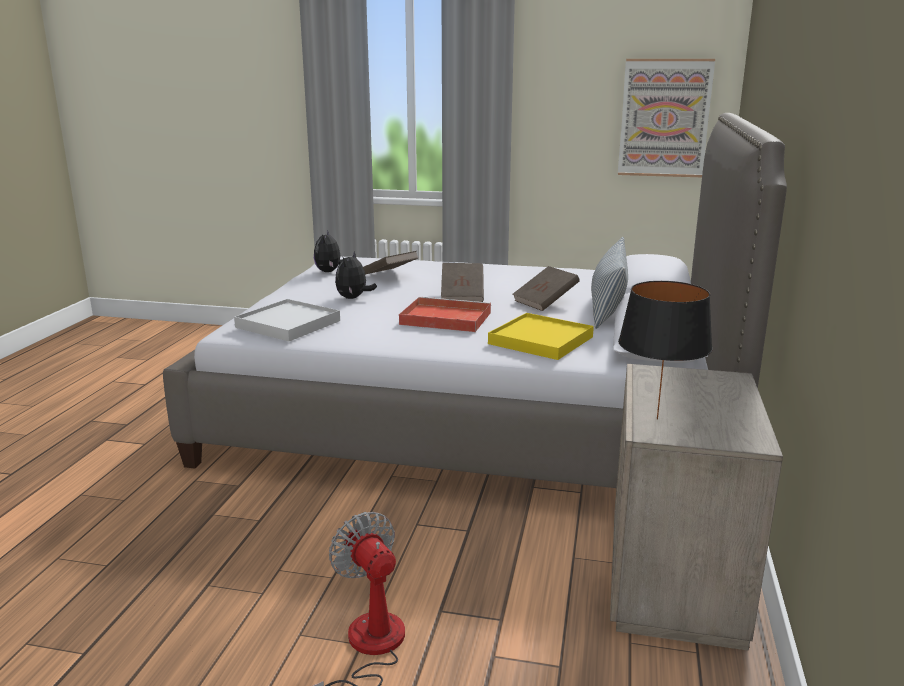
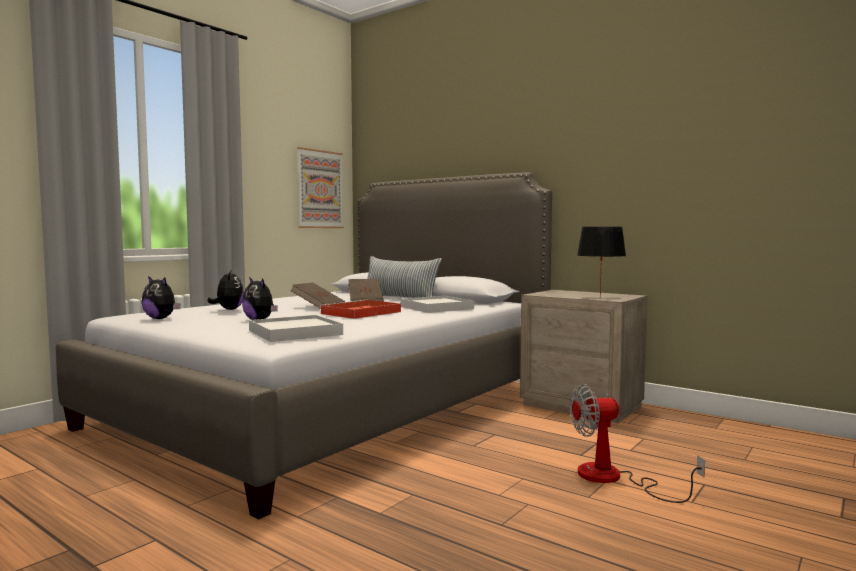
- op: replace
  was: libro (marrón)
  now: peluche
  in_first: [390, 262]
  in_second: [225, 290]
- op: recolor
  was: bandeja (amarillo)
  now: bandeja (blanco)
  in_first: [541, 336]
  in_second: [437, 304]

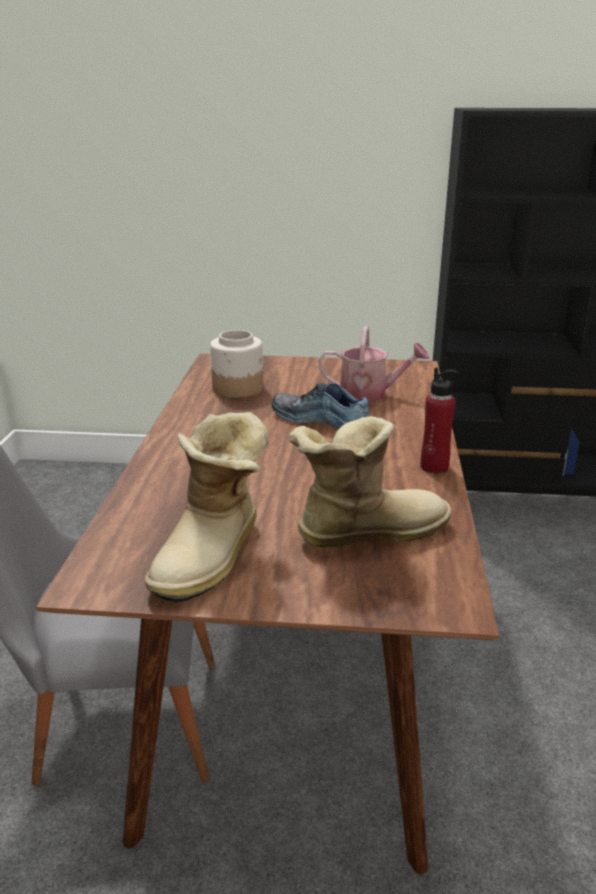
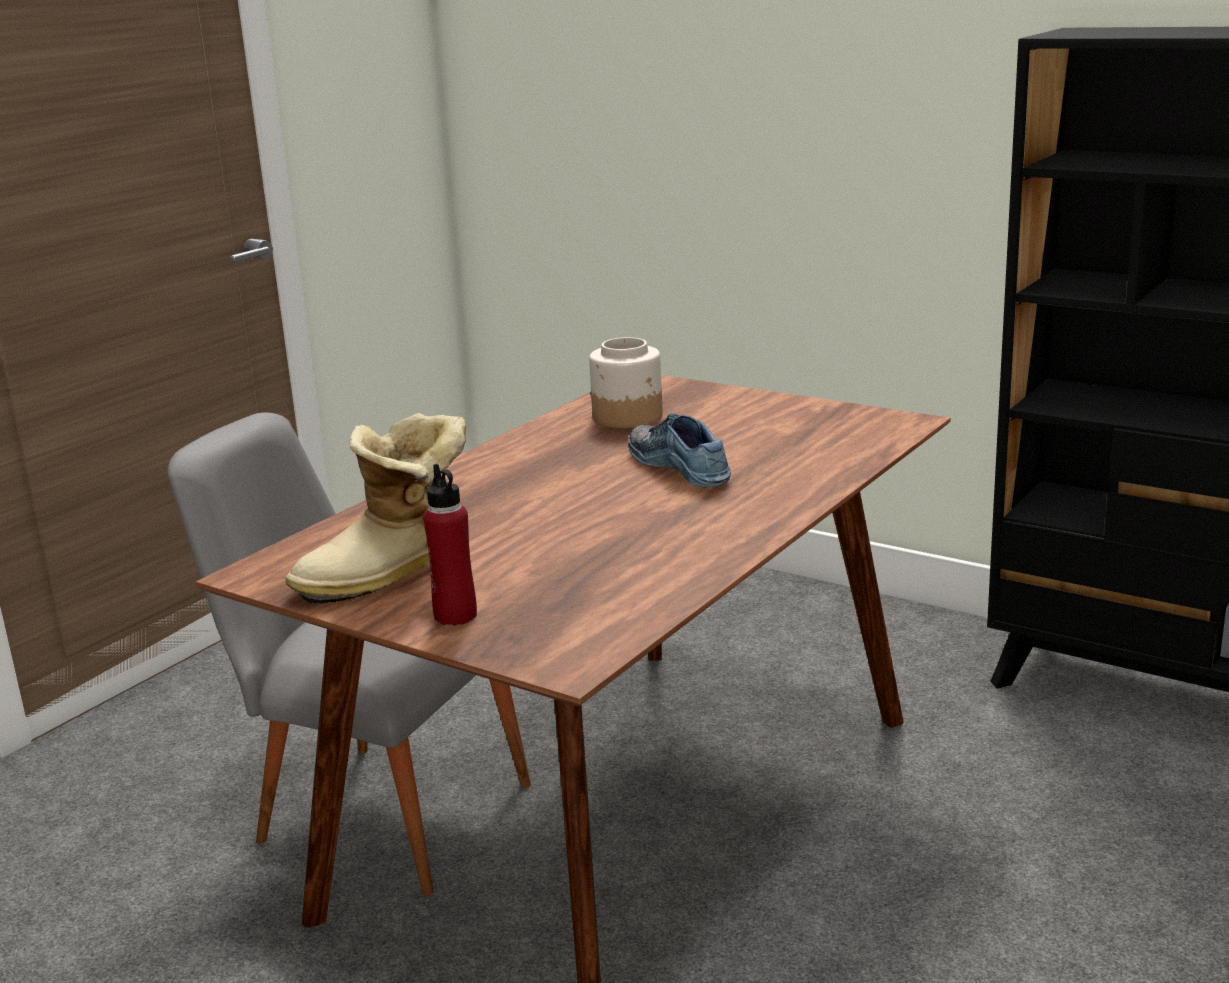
- op: delete
  was: regadera
  in_first: [374, 364]
- op: move
  was: botella (rojo)
  in_first: [439, 420]
  in_second: [450, 545]
- op: delete
  was: bota
  in_first: [370, 481]

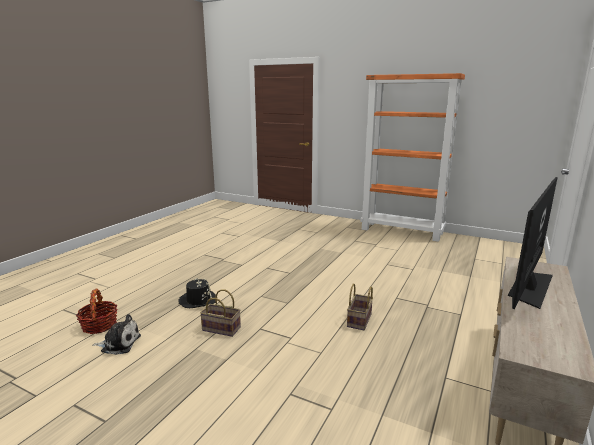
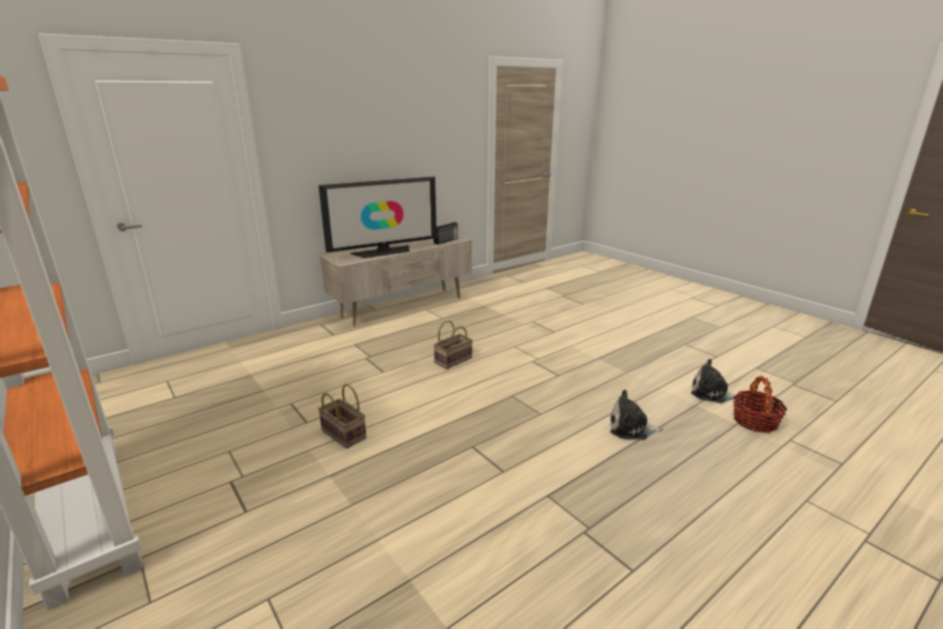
- op: replace
  was: sombrero (negro)
  now: peluche
  in_first: [197, 293]
  in_second: [636, 415]
- op: move
  was: cesta
  in_first: [220, 313]
  in_second: [342, 416]
- op: insert
  now: radio
  in_second: [446, 233]

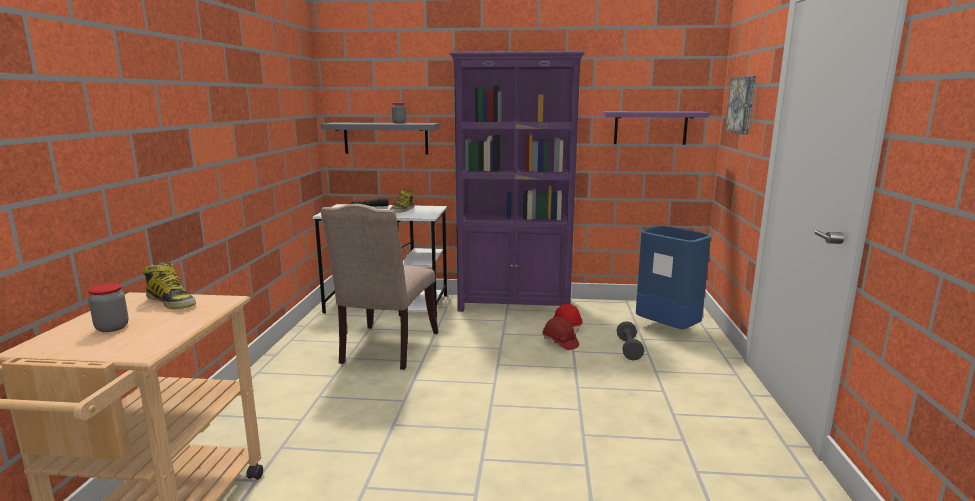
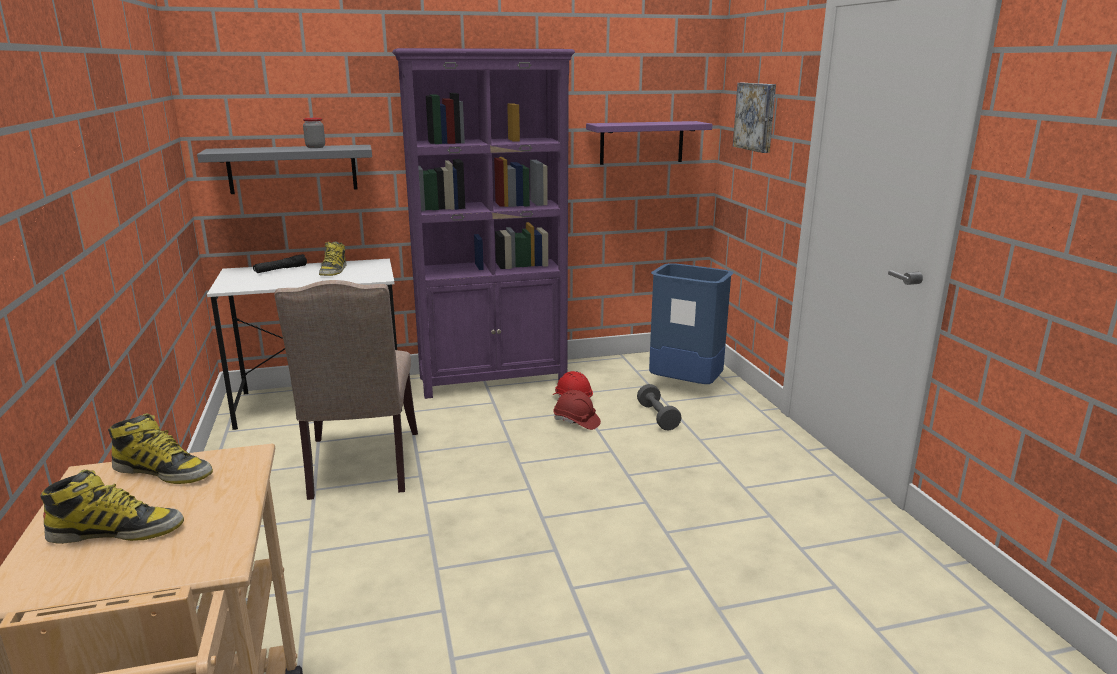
- op: replace
  was: tarro
  now: bota
  in_first: [108, 307]
  in_second: [112, 506]

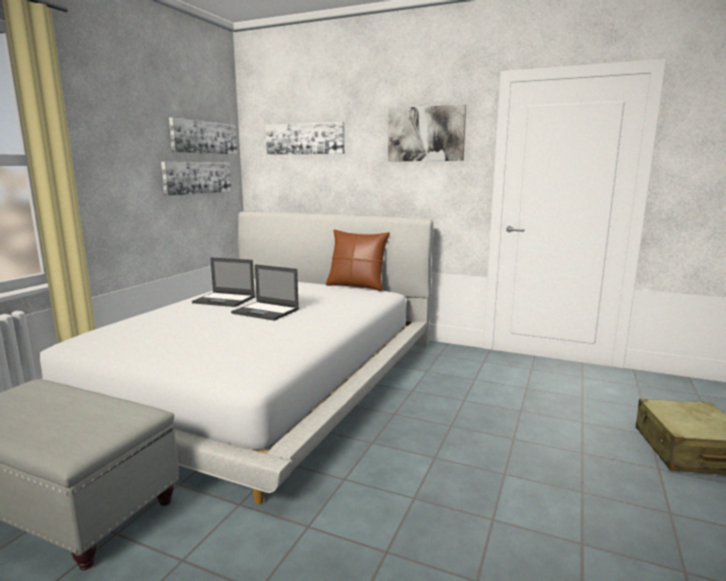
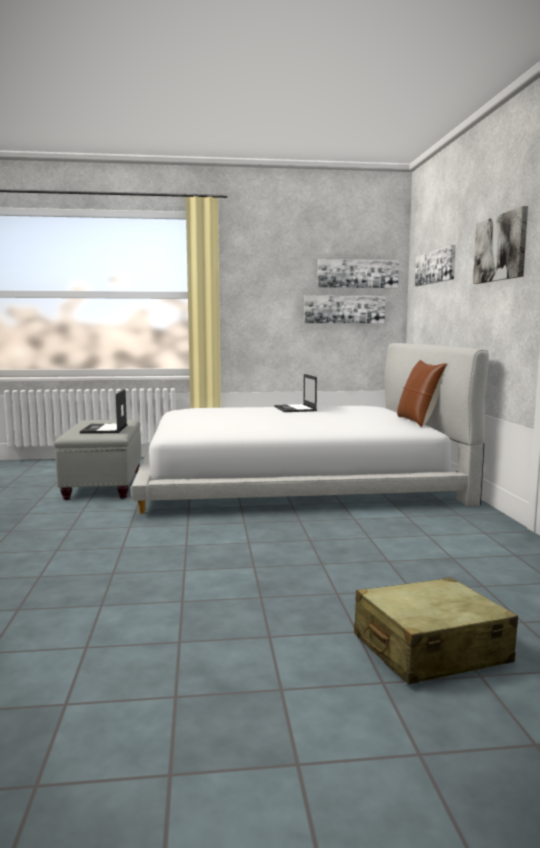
- op: move
  was: portátil
  in_first: [265, 292]
  in_second: [103, 411]

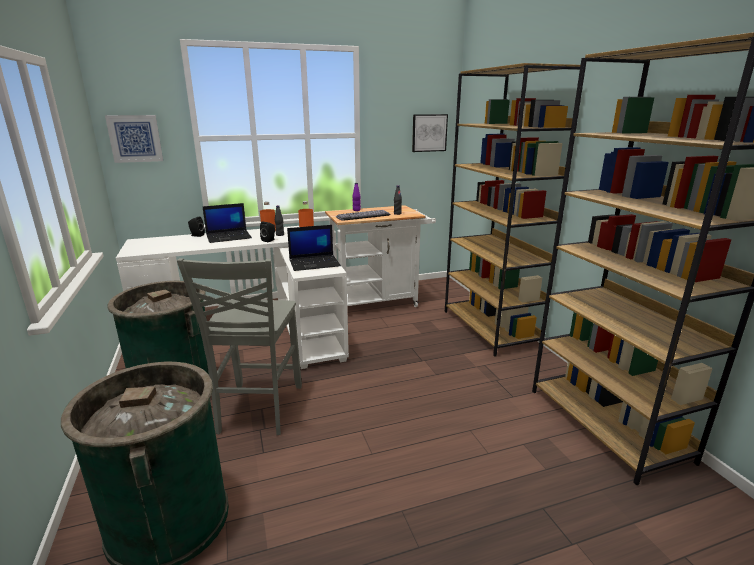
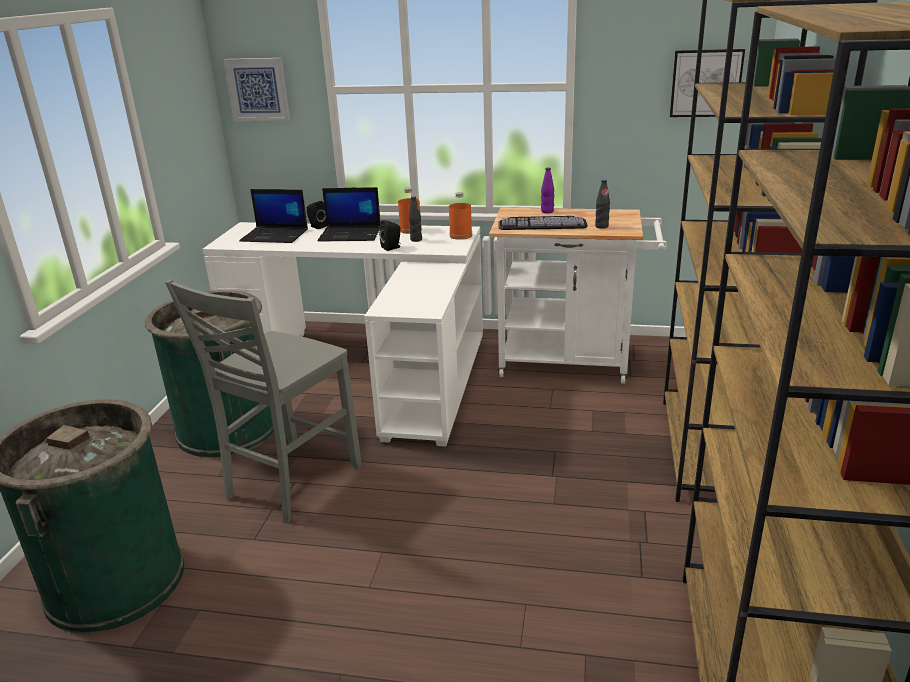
- op: move
  was: portátil
  in_first: [314, 248]
  in_second: [273, 216]

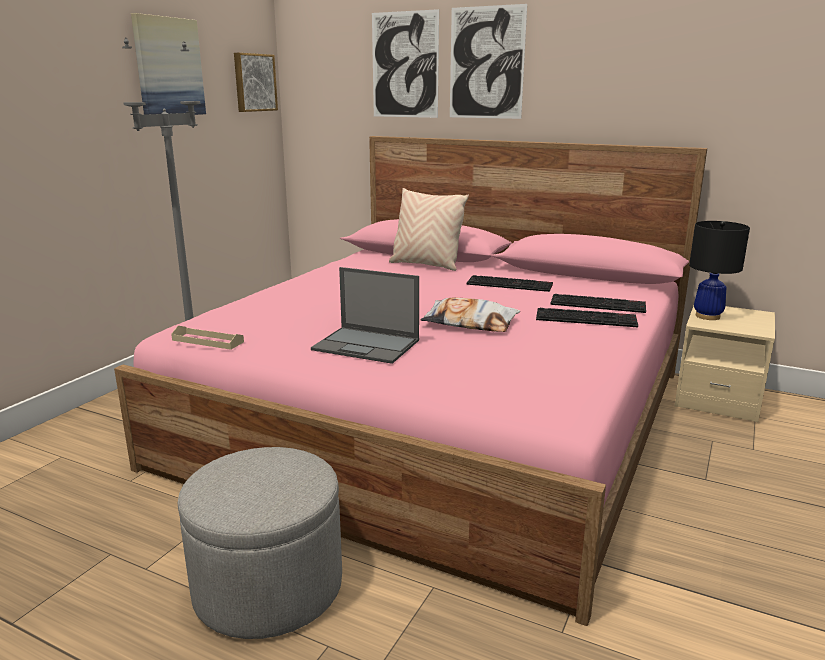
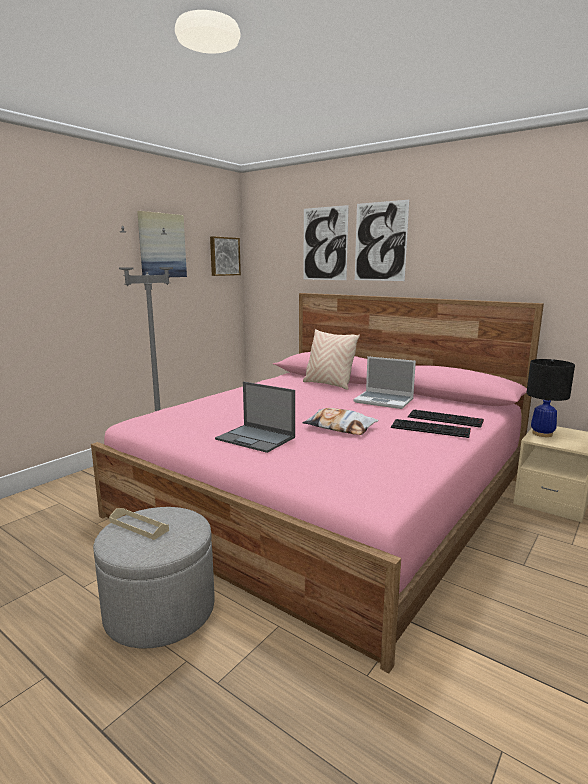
- op: replace
  was: teclado
  now: portátil
  in_first: [509, 283]
  in_second: [385, 382]
- op: move
  was: bandeja (beis)
  in_first: [207, 338]
  in_second: [139, 524]

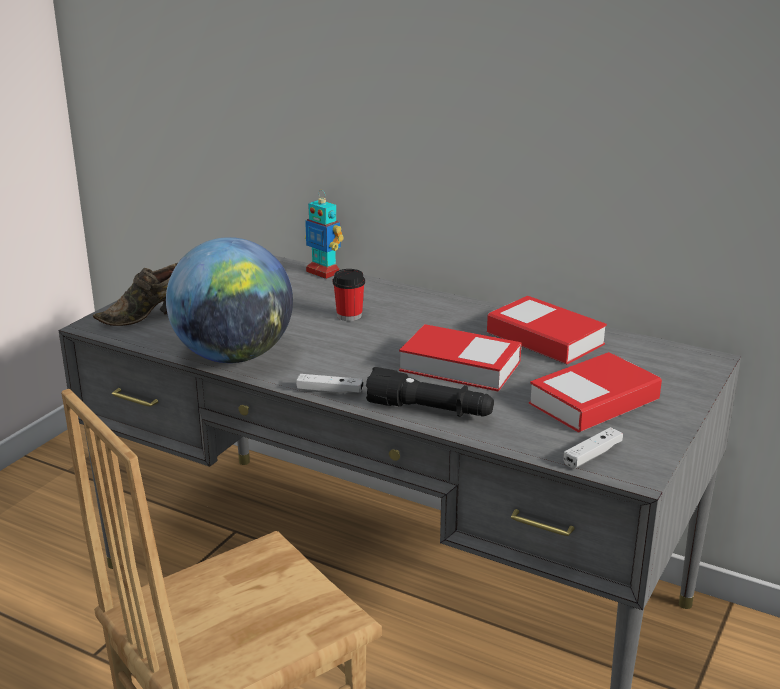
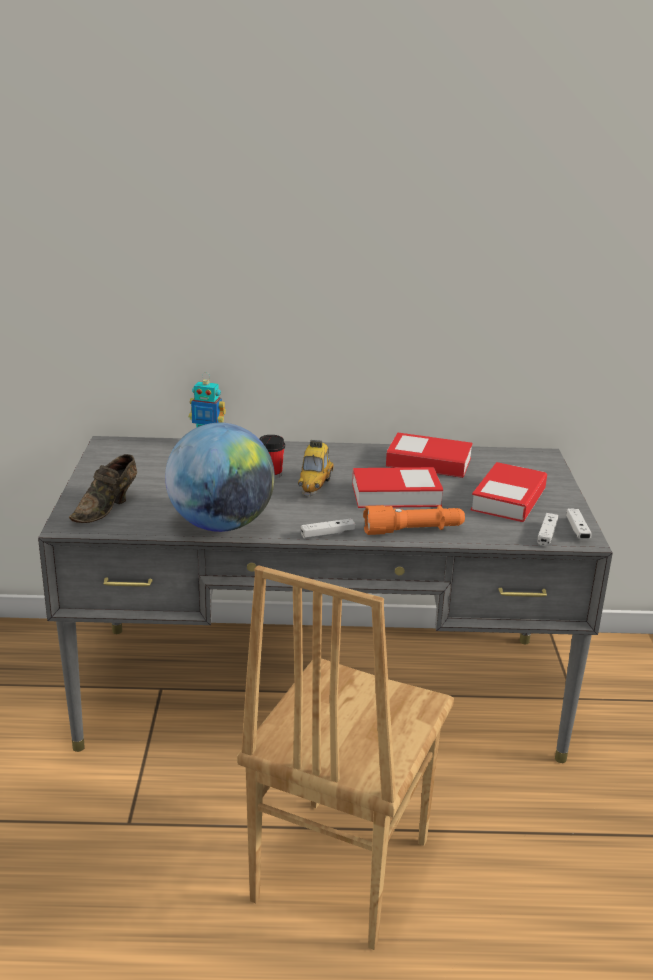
- op: recolor
  was: linterna (negro)
  now: linterna (naranja)
  in_first: [430, 392]
  in_second: [414, 520]
- op: insert
  now: coche de juguete
  in_second: [315, 468]
- op: insert
  now: mando de consola (blanco)
  in_second: [579, 524]

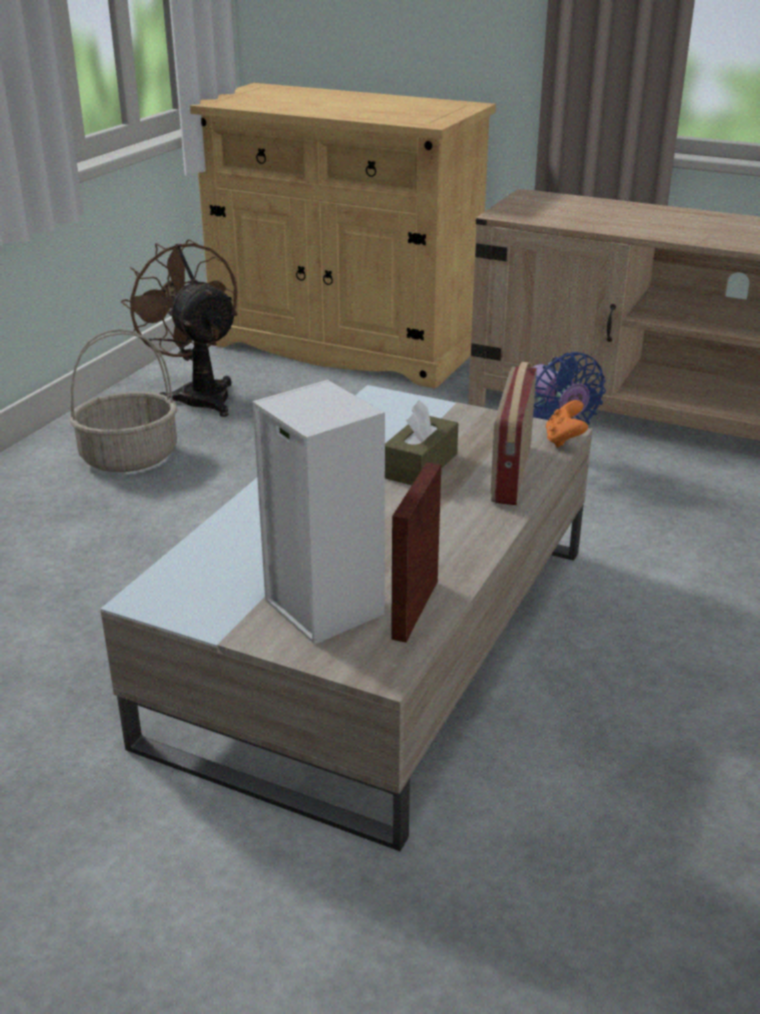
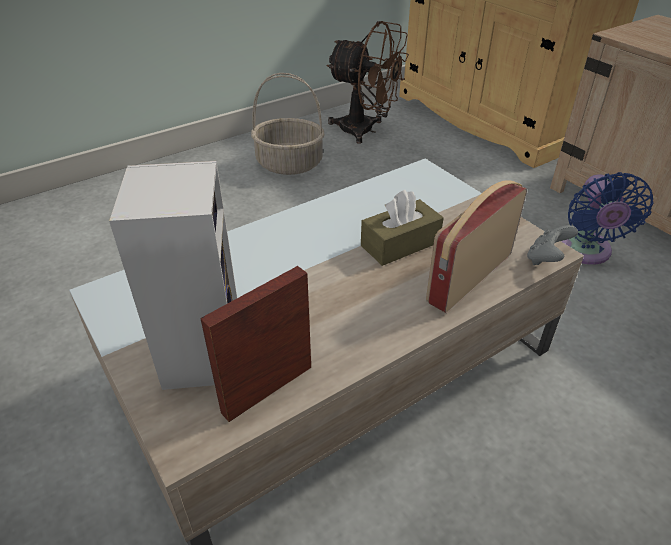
- op: rotate
  was: ventilador (marrón)
  in_first: [179, 328]
  in_second: [367, 82]
  clockwise: 120
- op: recolor
  was: mando de consola (naranja)
  now: mando de consola (gris)
  in_first: [566, 424]
  in_second: [552, 245]

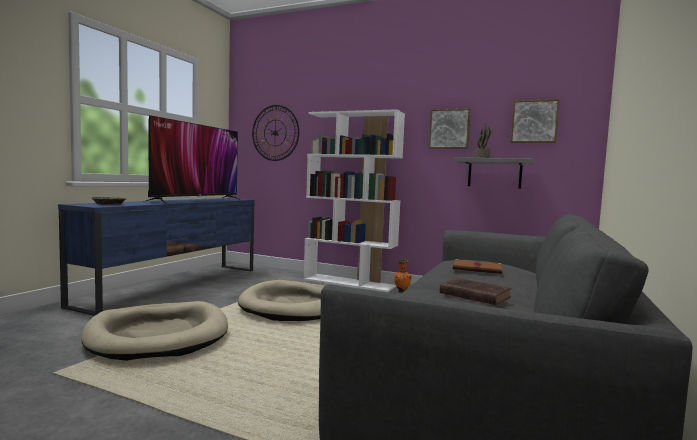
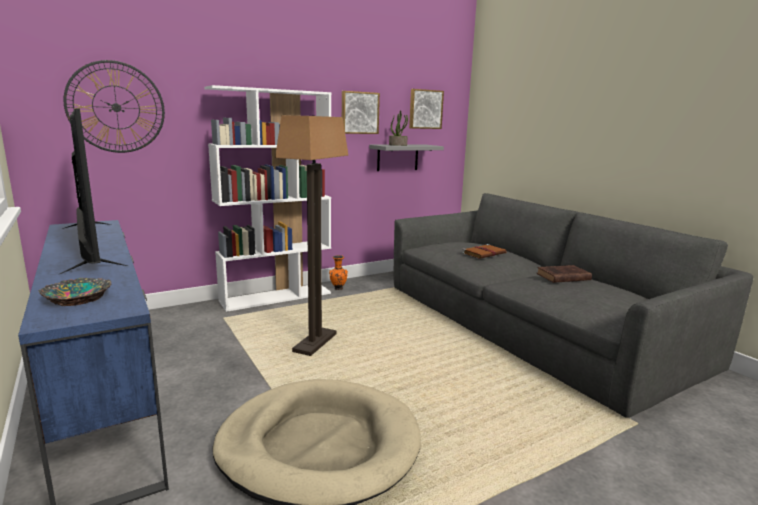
- op: replace
  was: cama para perro (beis)
  now: lámpara de pie
  in_first: [281, 300]
  in_second: [311, 235]

